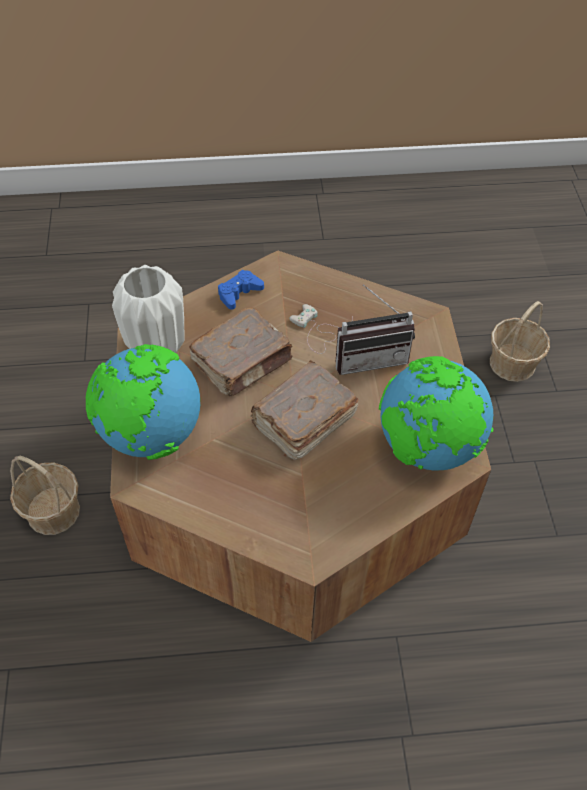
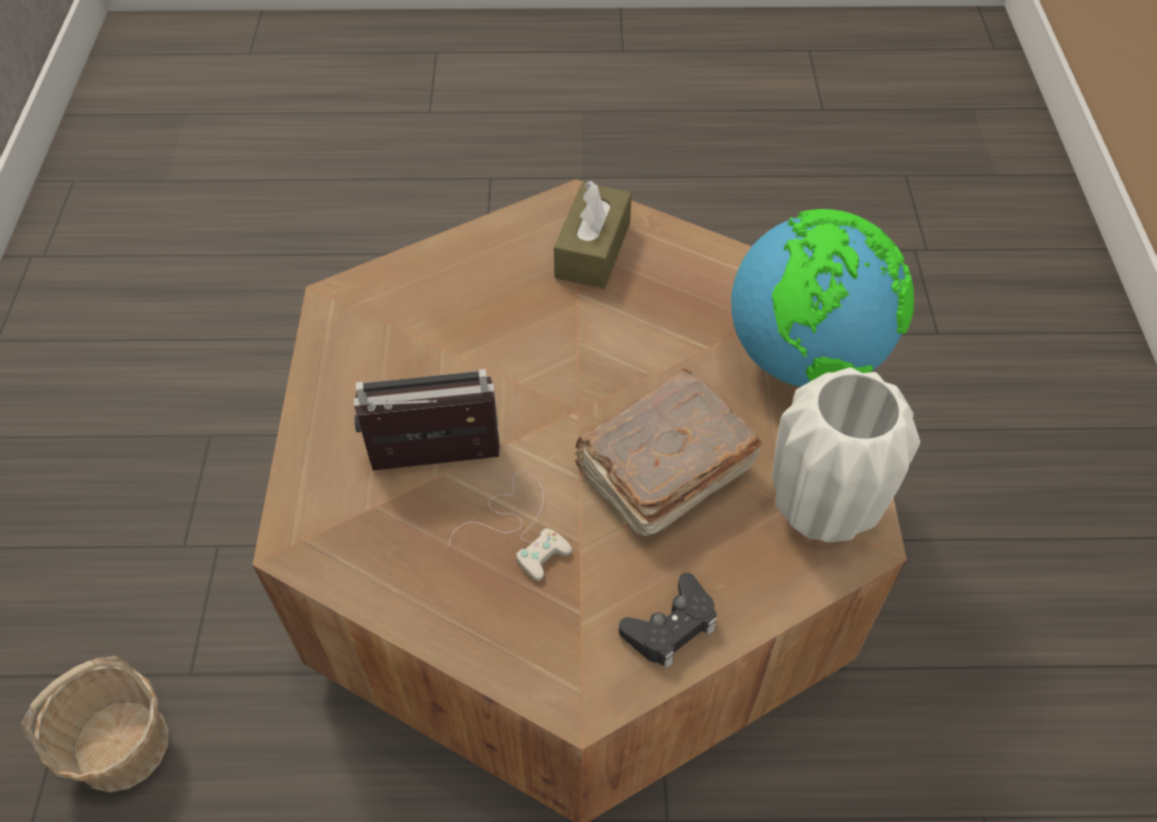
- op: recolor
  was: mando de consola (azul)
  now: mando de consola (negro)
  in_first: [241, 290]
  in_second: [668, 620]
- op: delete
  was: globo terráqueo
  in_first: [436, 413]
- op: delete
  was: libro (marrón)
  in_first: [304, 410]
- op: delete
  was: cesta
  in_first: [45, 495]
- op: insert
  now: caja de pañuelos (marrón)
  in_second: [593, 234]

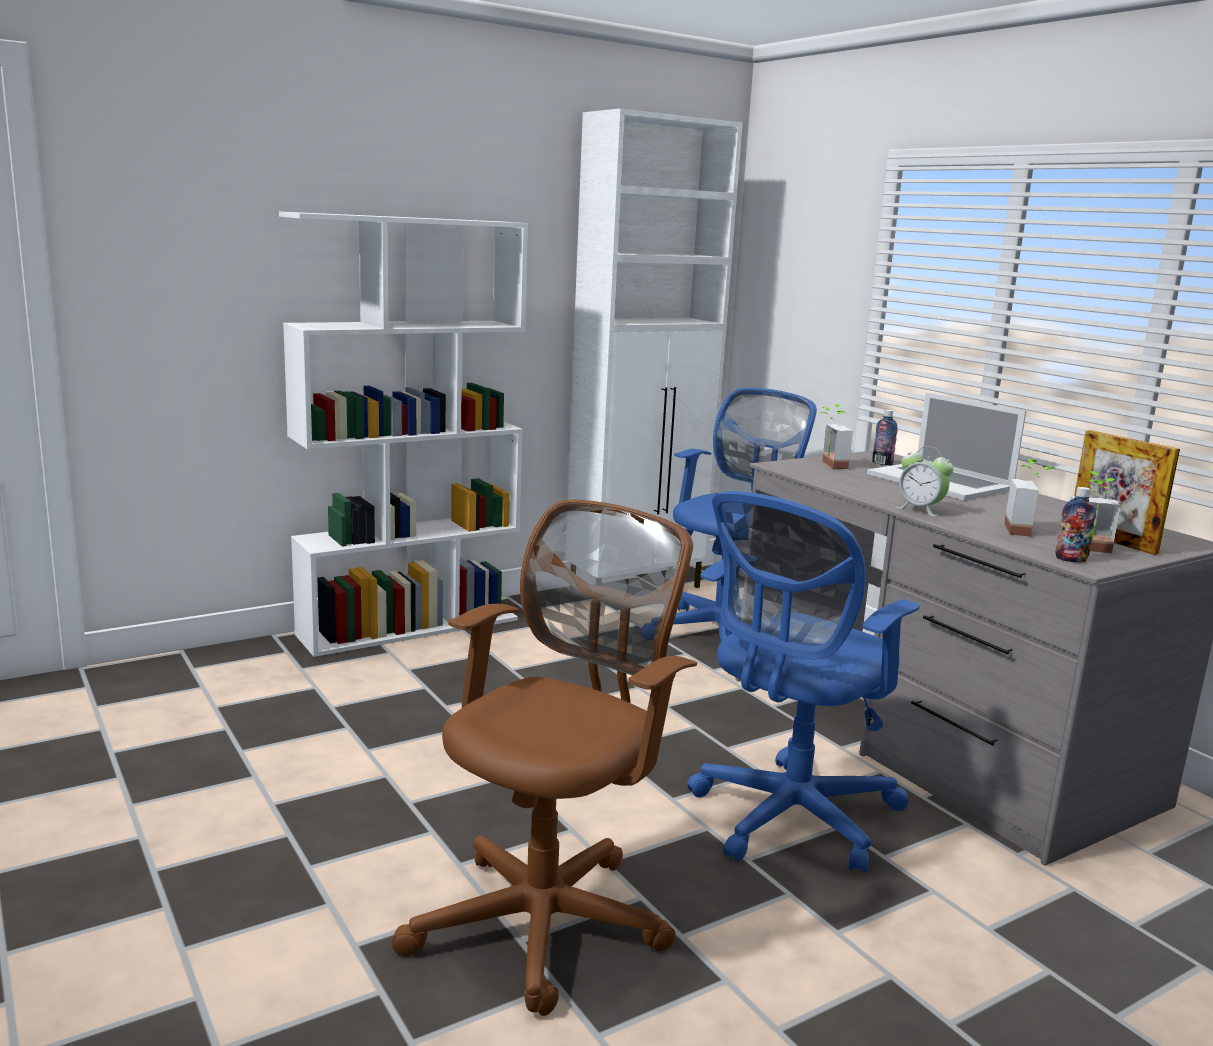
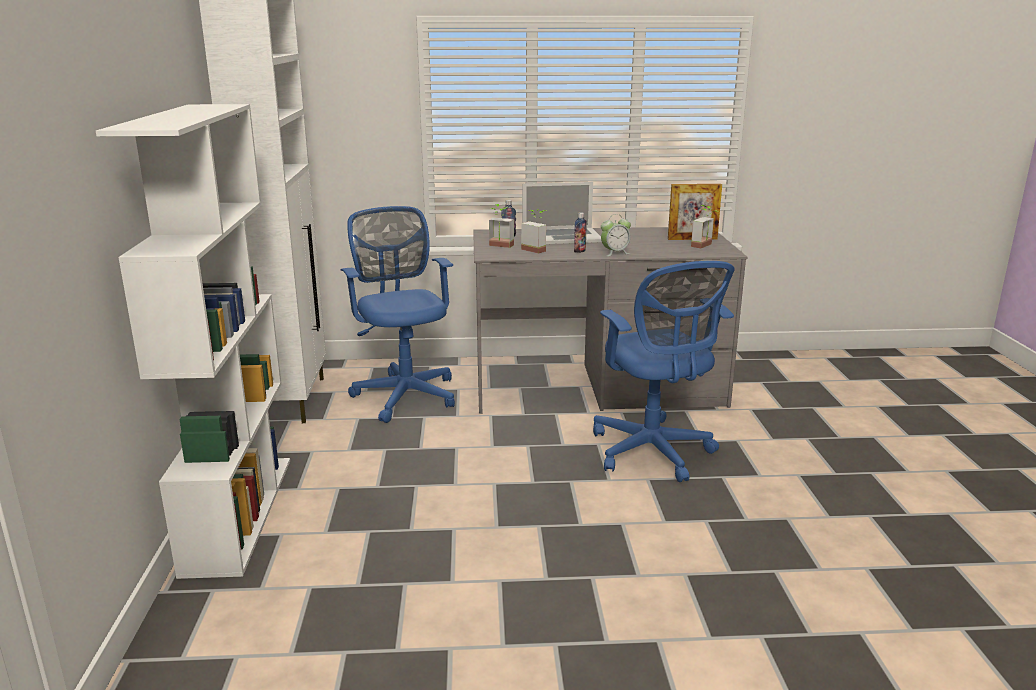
- op: move
  was: planta en maceta
  in_first: [1029, 498]
  in_second: [533, 231]
- op: move
  was: botella
  in_first: [1075, 524]
  in_second: [580, 232]
- op: delete
  was: silla de oficina (marrón)
  in_first: [544, 758]

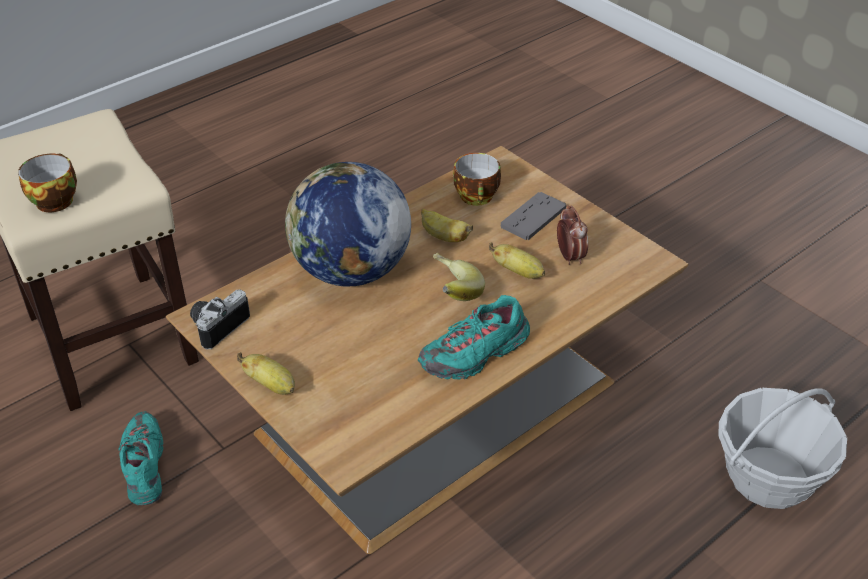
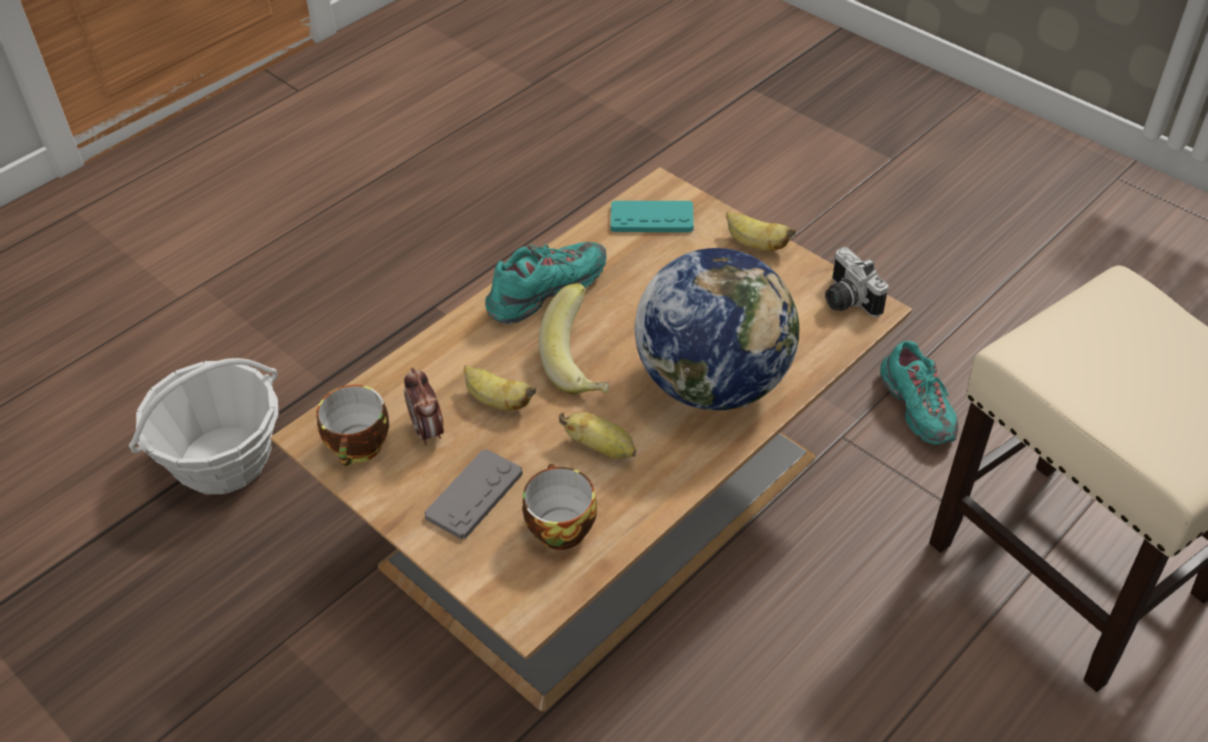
- op: move
  was: taza
  in_first: [47, 183]
  in_second: [352, 425]
- op: rotate
  was: cámara
  in_first: [220, 319]
  in_second: [856, 282]
  clockwise: 120
- op: insert
  now: mando de consola (turquesa)
  in_second: [652, 216]

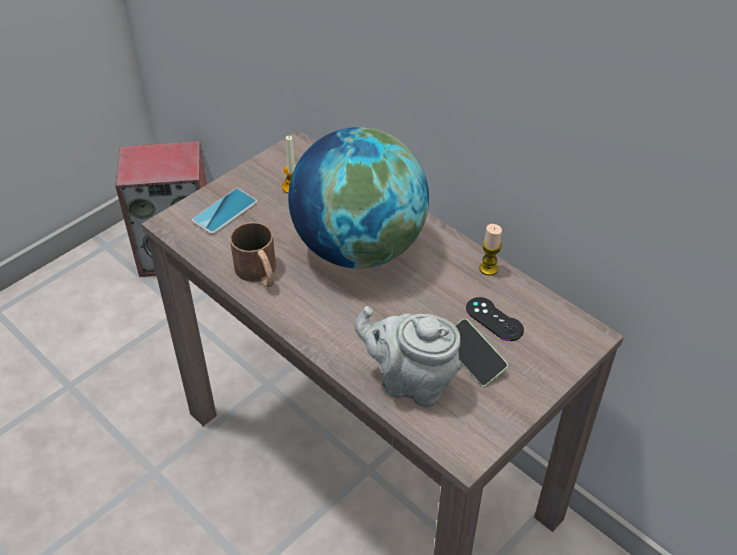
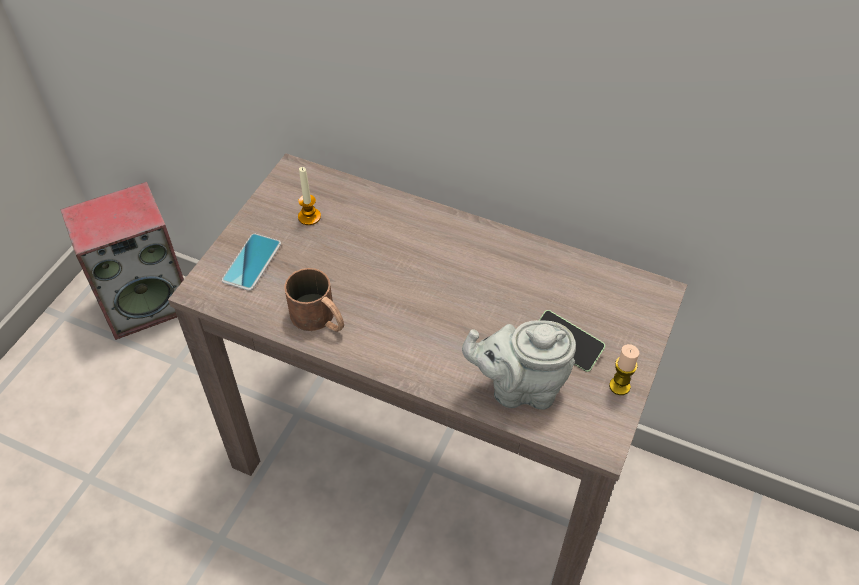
- op: delete
  was: globo terráqueo
  in_first: [358, 198]
- op: move
  was: vela
  in_first: [490, 250]
  in_second: [624, 369]
- op: delete
  was: mando de consola (negro)
  in_first: [495, 319]

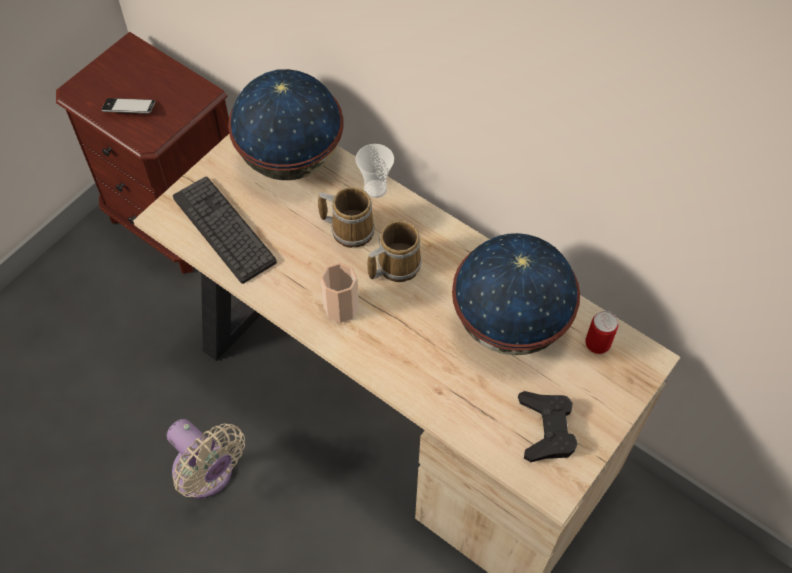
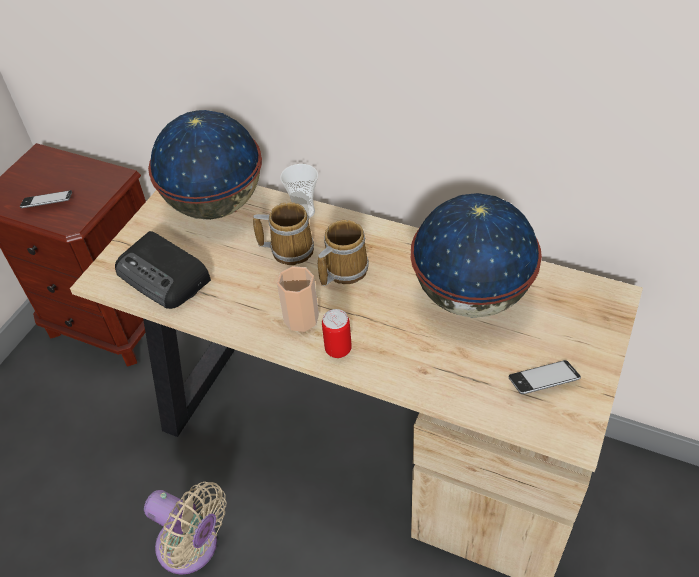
- op: replace
  was: teclado
  now: radio
  in_first: [225, 230]
  in_second: [163, 270]
- op: move
  was: lata
  in_first: [601, 332]
  in_second: [337, 333]
- op: replace
  was: mando de consola (negro)
  now: móvil
  in_first: [548, 426]
  in_second: [545, 377]

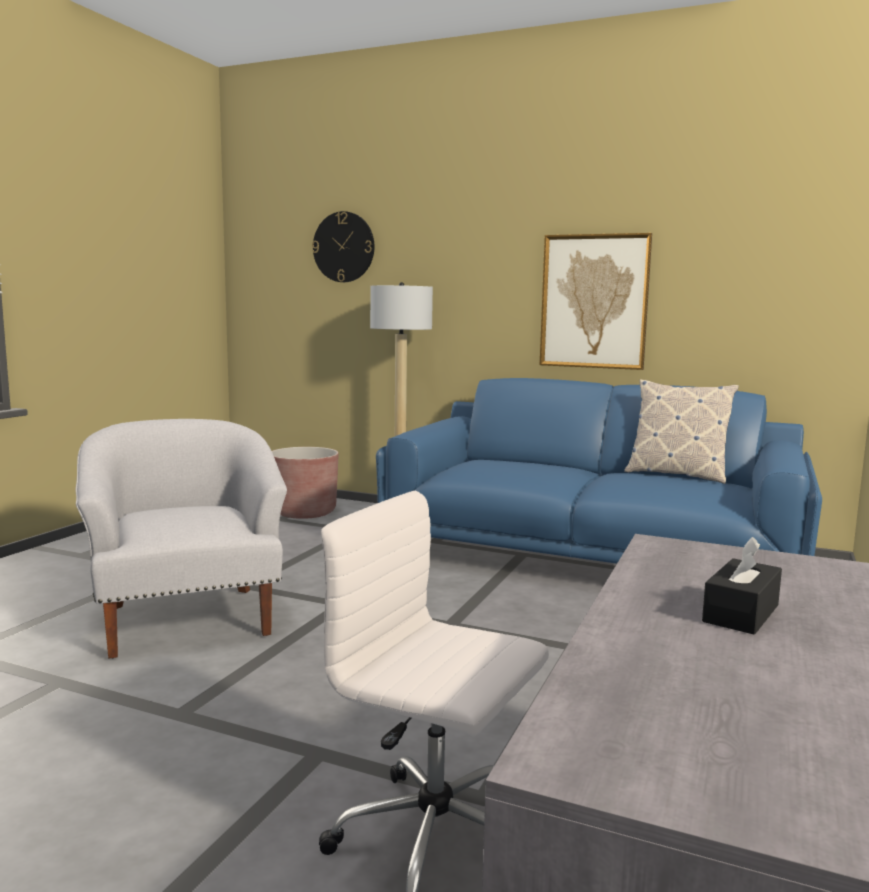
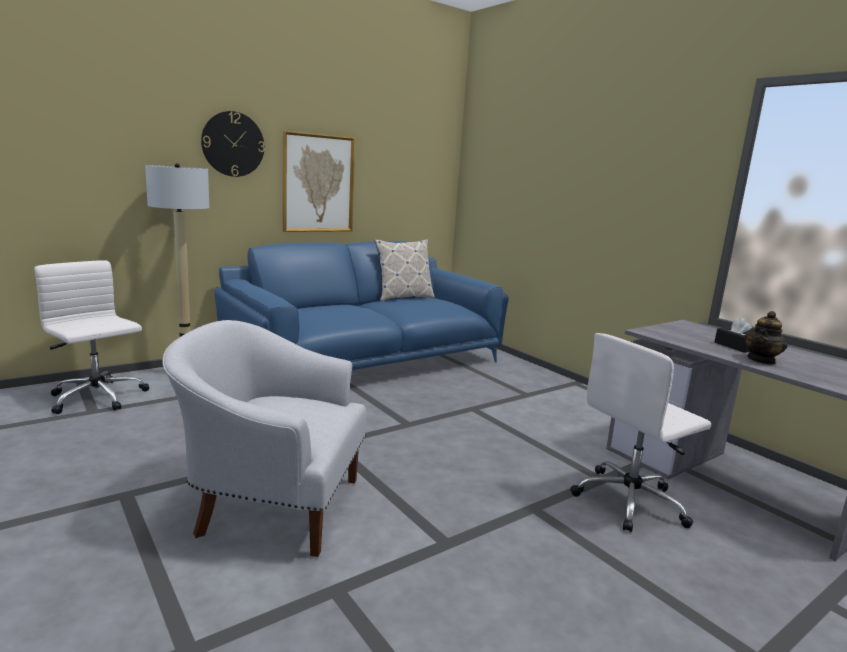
- op: move
  was: reloj de pared
  in_first: [343, 246]
  in_second: [233, 144]
- op: replace
  was: maceta (marrón)
  now: silla de oficina (blanco)
  in_first: [305, 483]
  in_second: [91, 337]
- op: insert
  now: tetera
  in_second: [765, 338]

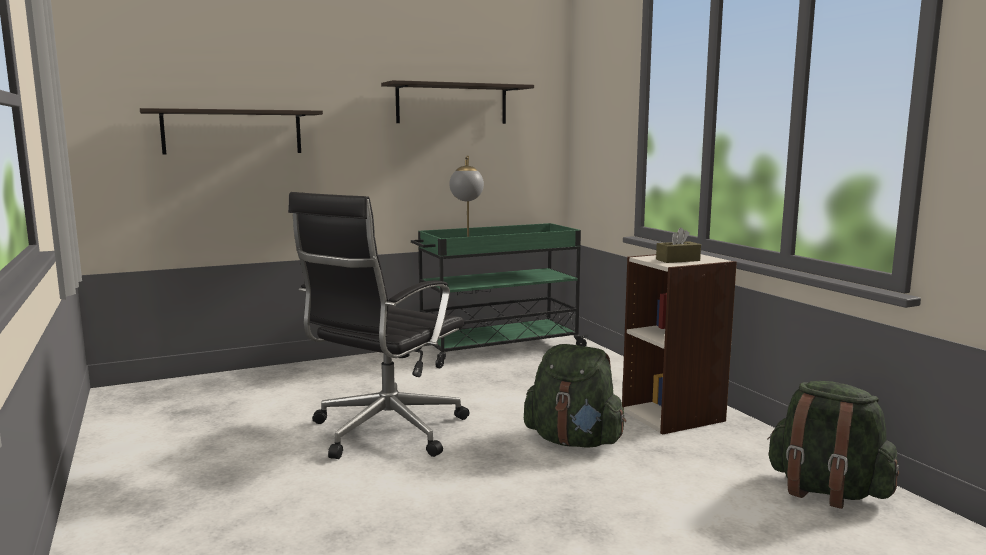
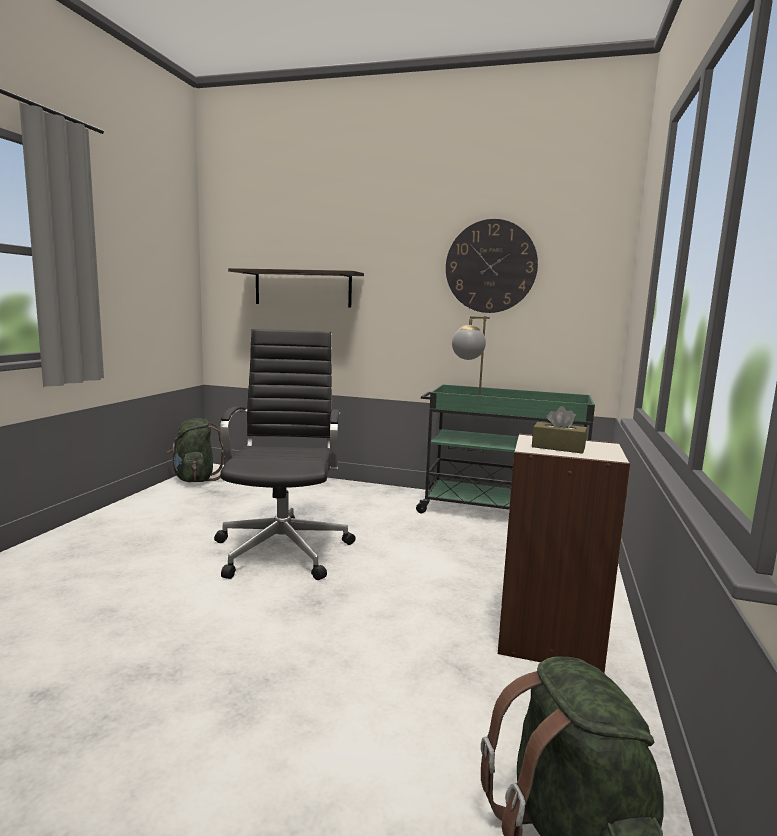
- op: replace
  was: estante
  now: reloj de pared
  in_first: [457, 102]
  in_second: [492, 266]
- op: rotate
  was: silla de oficina (negro)
  in_first: [378, 325]
  in_second: [285, 454]
  clockwise: 105
- op: move
  was: mochila (verde)
  in_first: [575, 396]
  in_second: [196, 450]

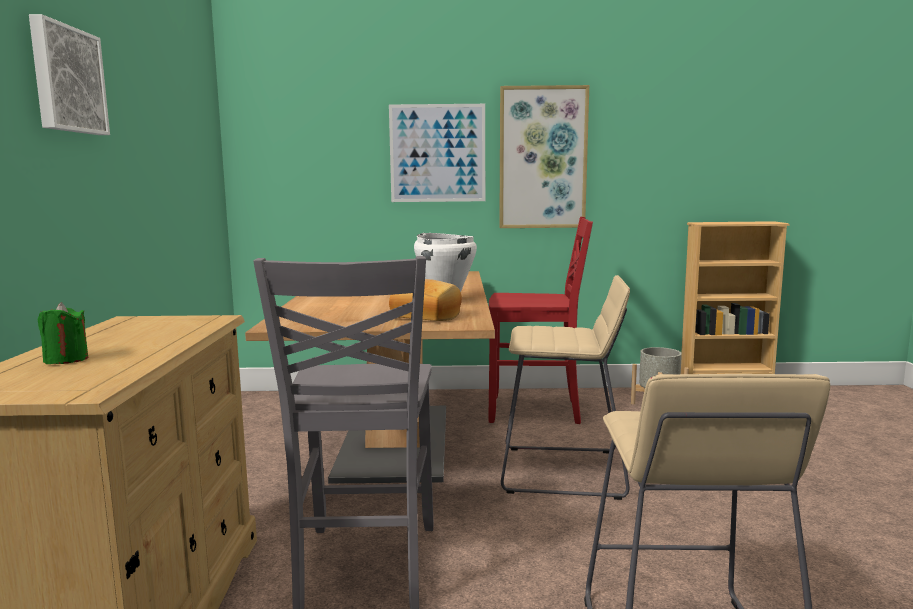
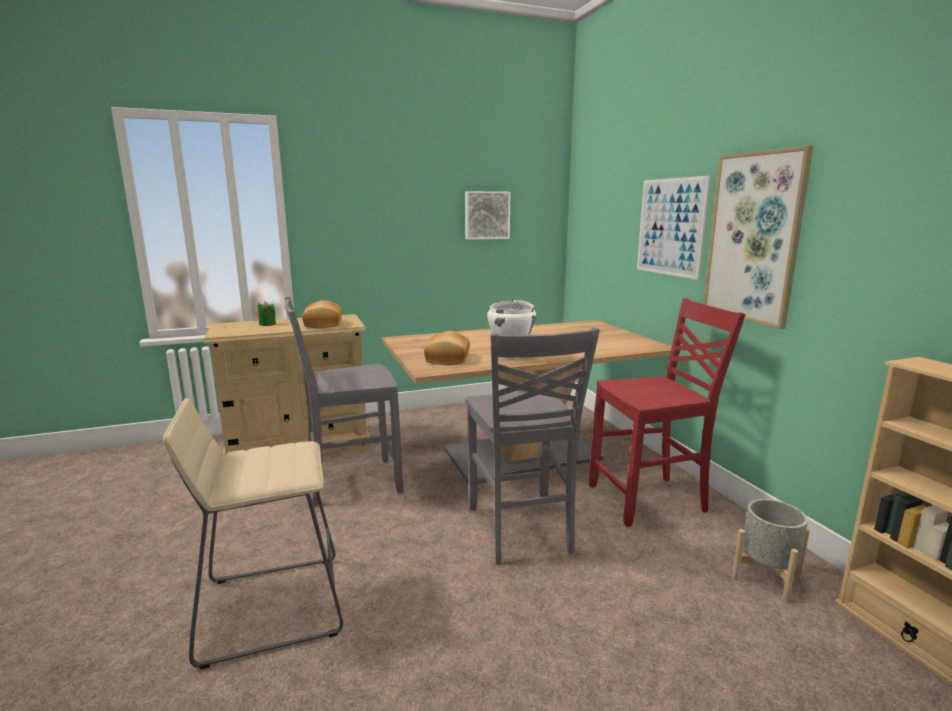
- op: move
  was: cuadro
  in_first: [69, 74]
  in_second: [487, 215]
- op: rotate
  was: silla (rojo)
  in_first: [541, 320]
  in_second: [667, 412]
  clockwise: -90
- op: replace
  was: taburete (beis)
  now: silla (gris)
  in_first: [565, 387]
  in_second: [532, 446]
- op: insert
  now: pan
  in_second: [322, 314]

